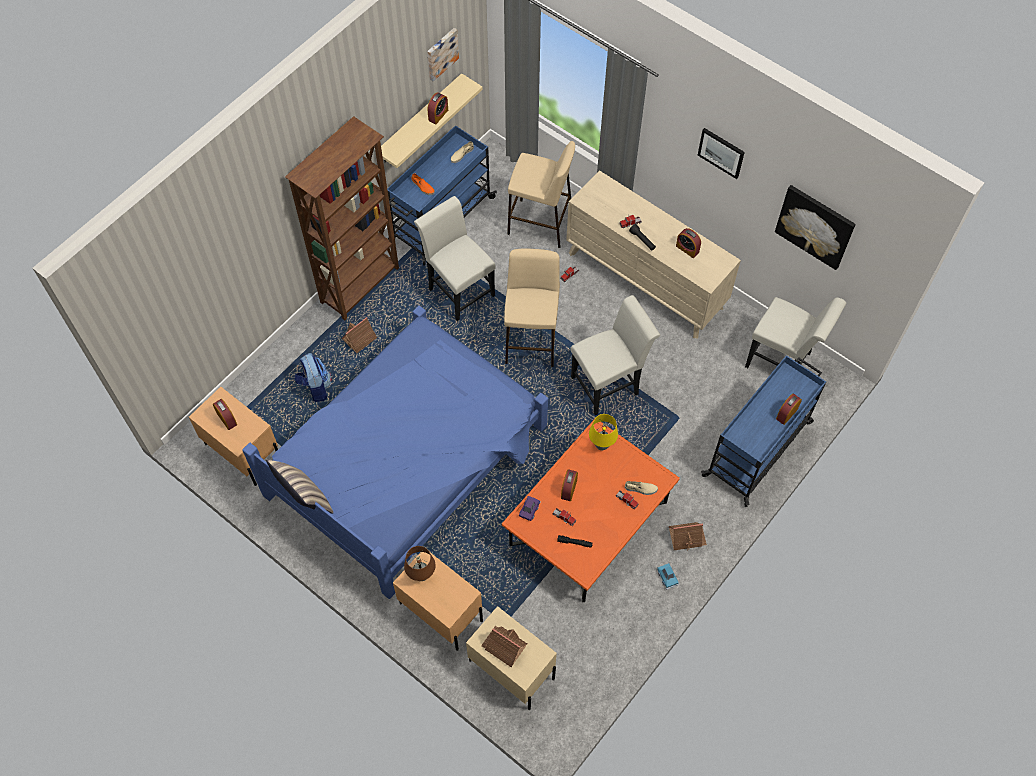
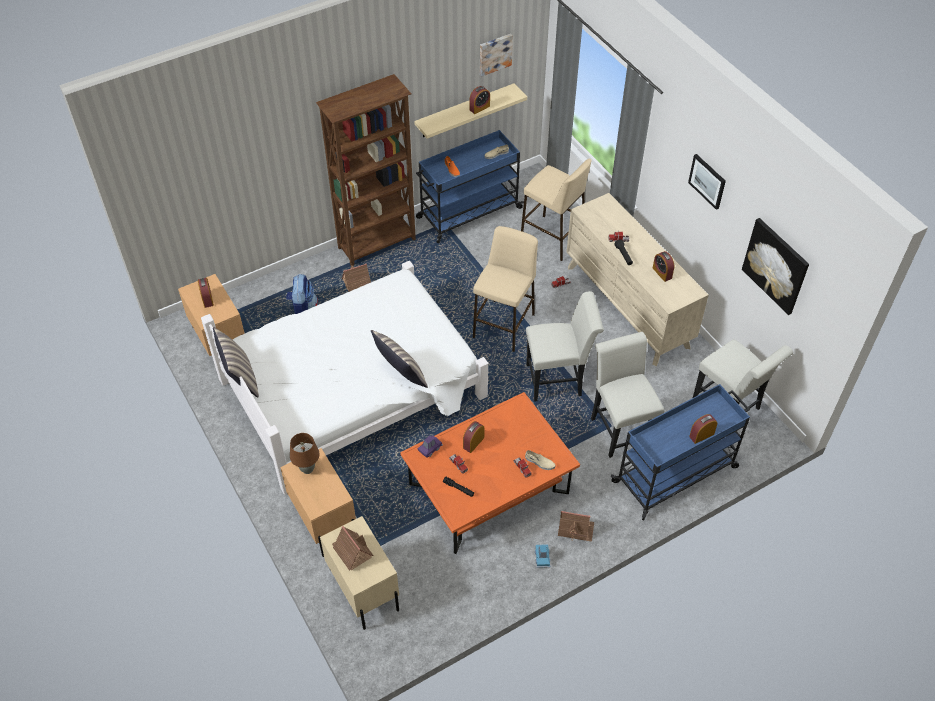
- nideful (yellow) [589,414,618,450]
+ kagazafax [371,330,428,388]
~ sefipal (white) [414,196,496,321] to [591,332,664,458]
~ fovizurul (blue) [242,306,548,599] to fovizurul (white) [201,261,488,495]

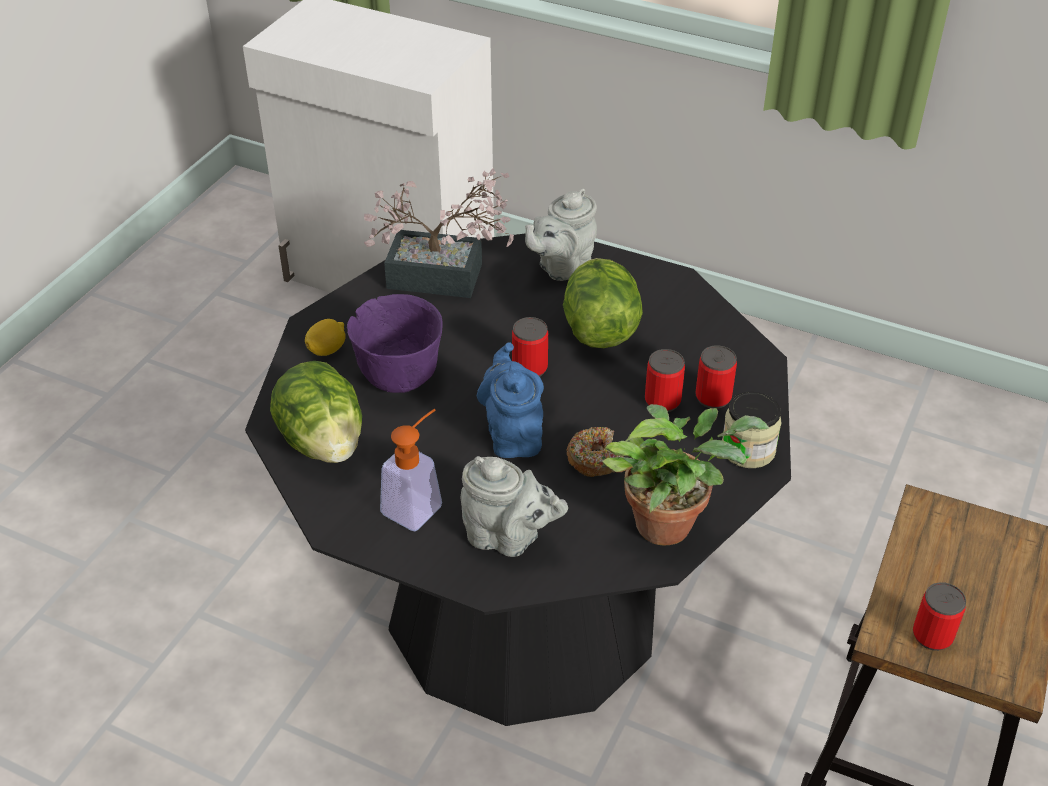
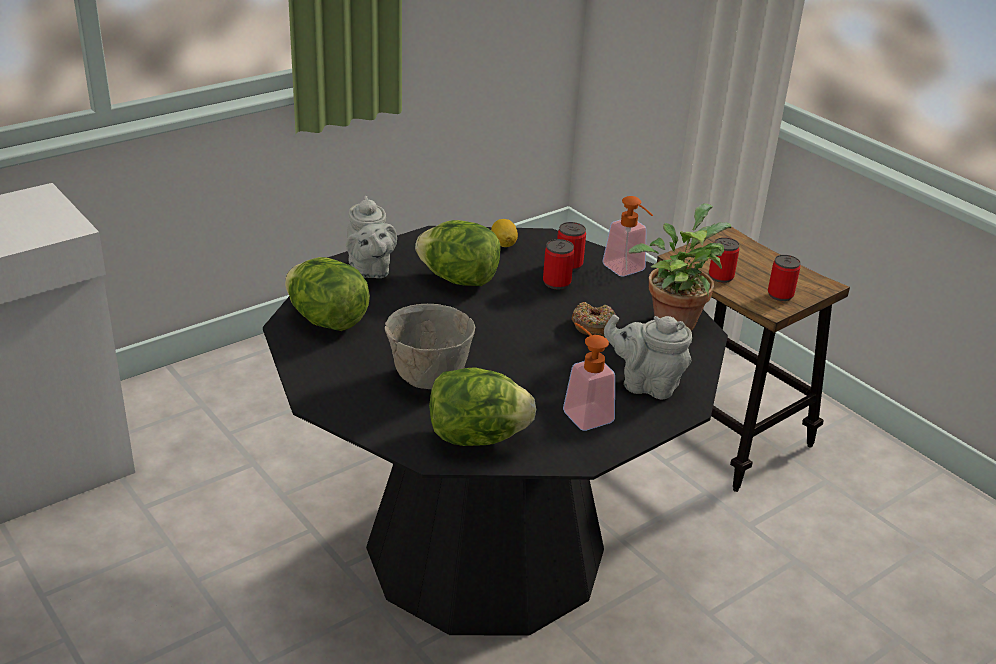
- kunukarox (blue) [477,342,544,458]
~ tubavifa [305,319,346,356] to [491,219,518,247]
~ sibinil [512,317,548,377] to [709,237,740,283]
~ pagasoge [364,168,514,298] to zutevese [285,257,370,331]
~ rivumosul [722,392,782,468] to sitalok [602,196,653,276]
~ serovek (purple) [347,294,443,393] to serovek (grey) [385,304,475,389]
~ kunukarox (grey) [461,456,568,557] = [604,314,692,399] 120 degrees counterclockwise

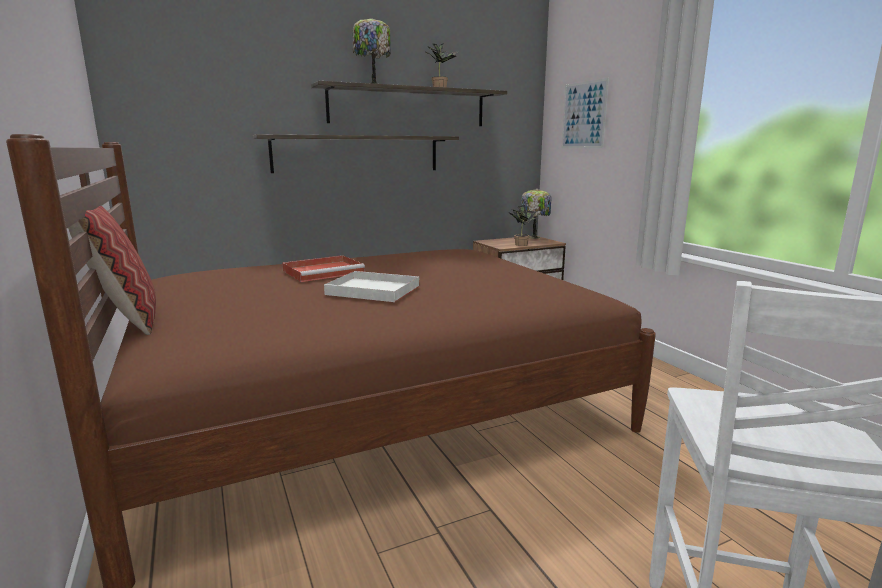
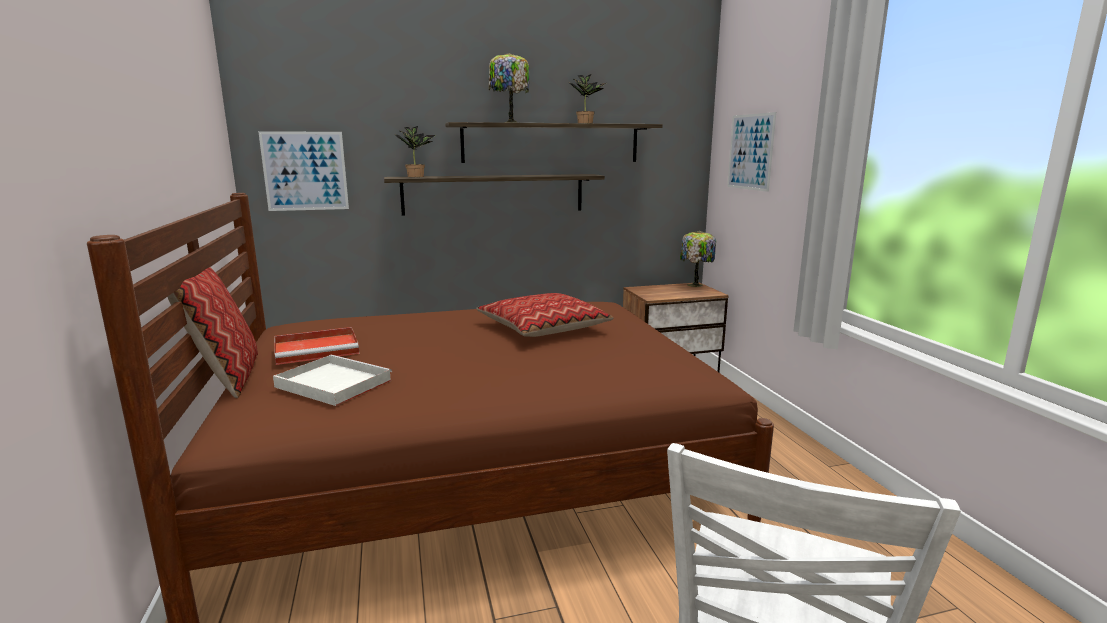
+ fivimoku [258,131,349,211]
+ kagazafax [476,293,614,337]
~ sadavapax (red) [282,255,365,282] to [274,327,359,365]
~ sadavapax (white) [324,271,420,302] to [273,355,392,406]
~ pagasoge [510,205,537,246] to [395,126,435,177]

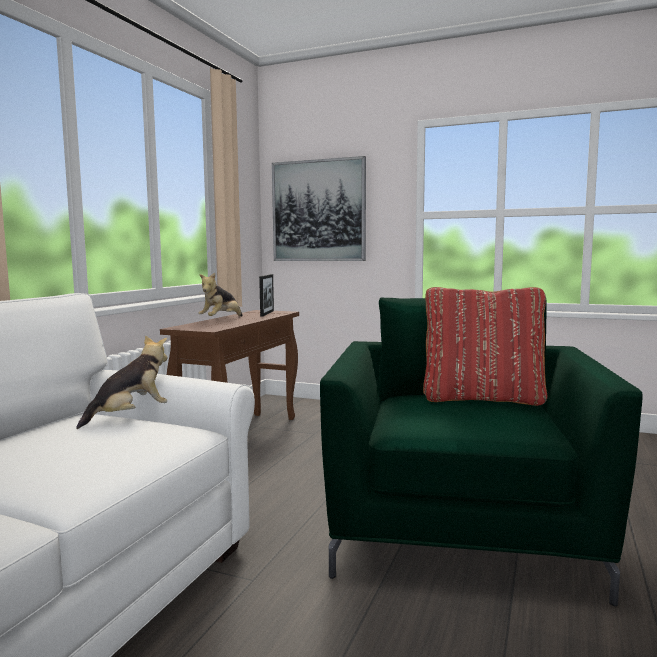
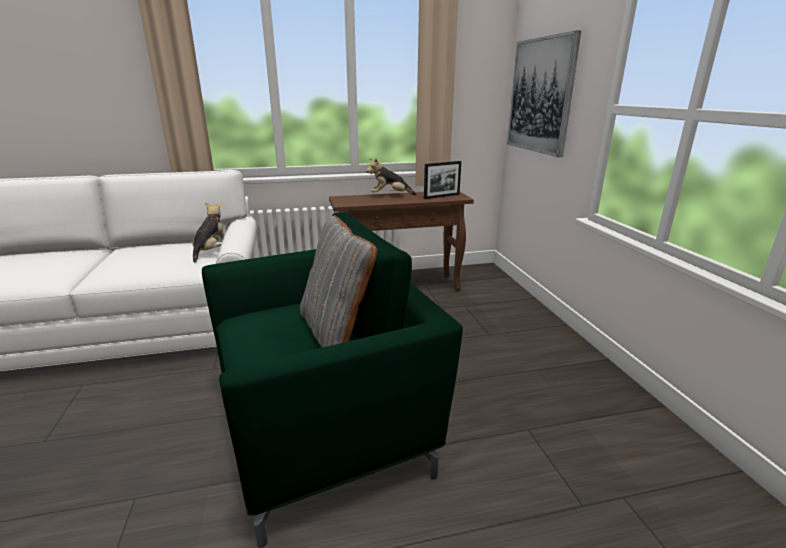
~ kagazafax (red) [423,287,547,406] to kagazafax (grey) [300,215,377,348]
~ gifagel [76,335,167,429] = [193,202,225,263] 90 degrees counterclockwise

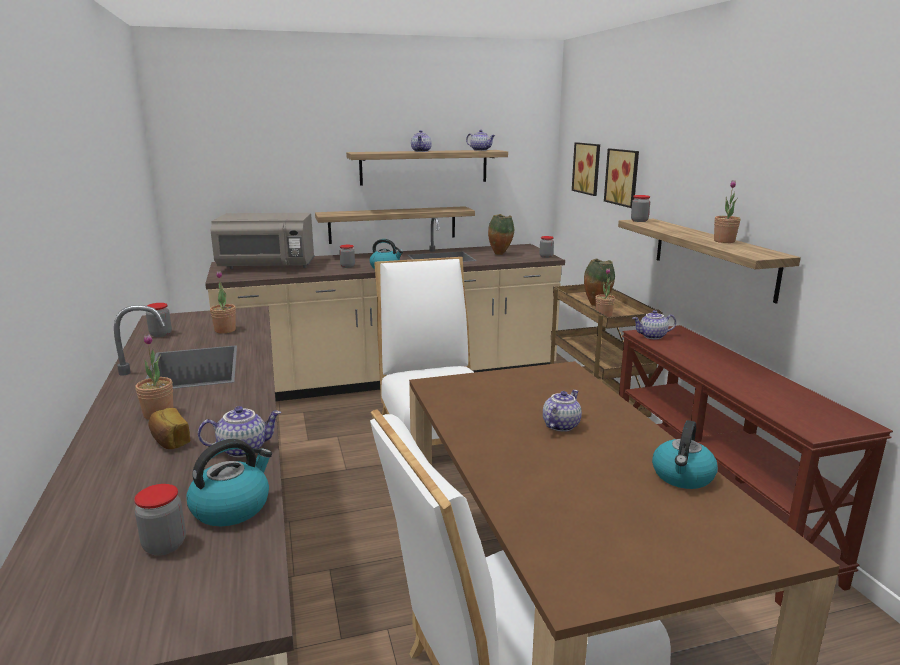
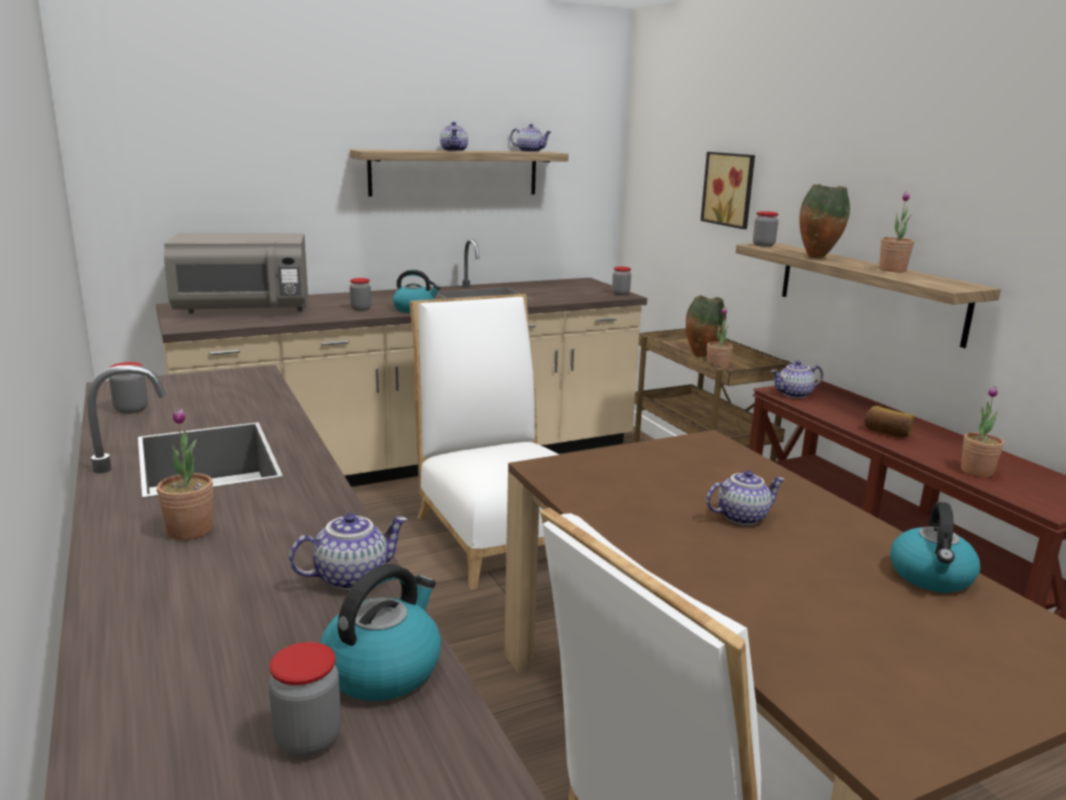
- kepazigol [315,206,475,244]
- fivimoku [572,142,600,196]
~ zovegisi [149,408,190,449] to [864,406,914,438]
~ pagasoge [210,271,236,334] to [961,386,1004,477]
~ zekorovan [488,214,514,255] to [799,184,850,258]
~ kunukarox [543,390,582,432] = [706,470,785,525] 45 degrees clockwise

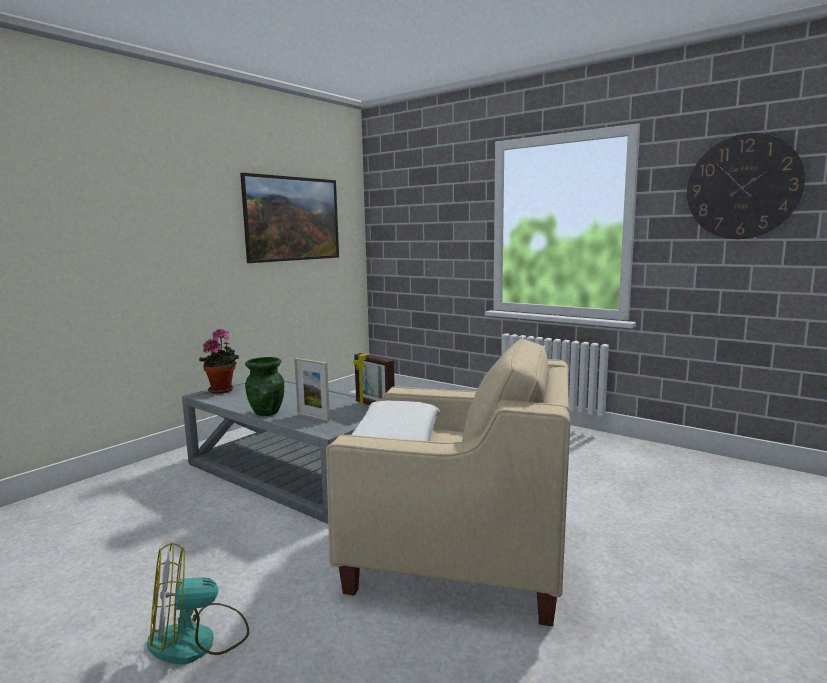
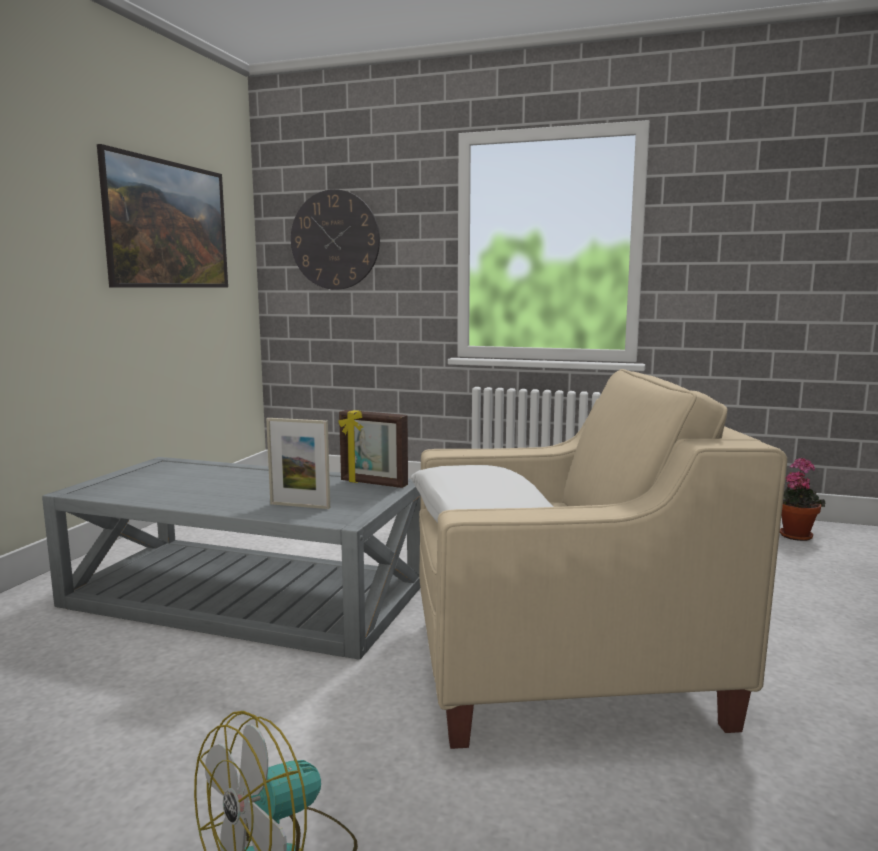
- zekorovan (green) [245,357,284,416]
~ pagasoge [199,328,239,393] to [780,458,826,541]
~ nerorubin [687,133,805,239] to [291,189,380,290]

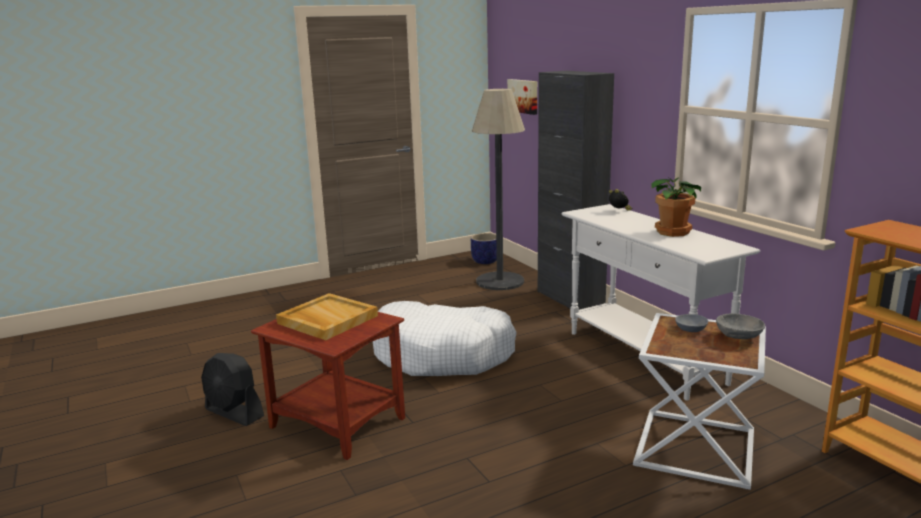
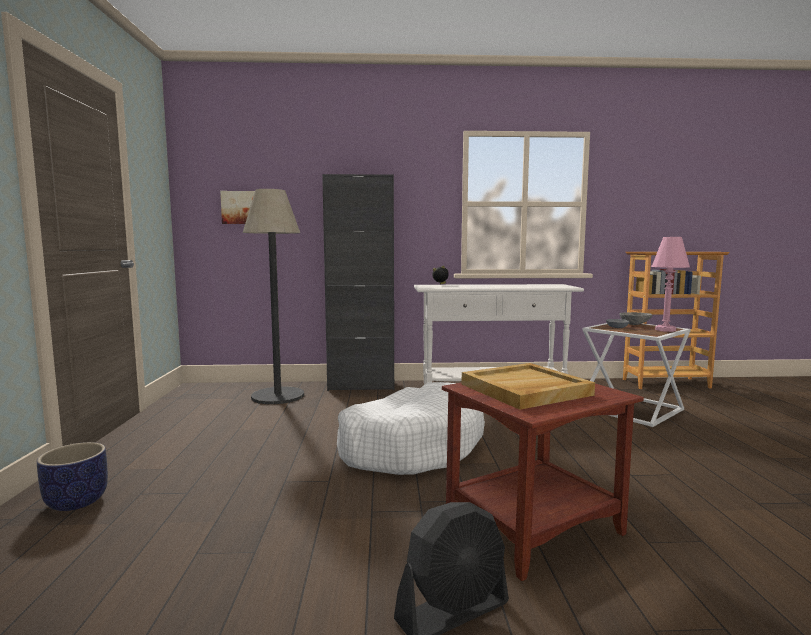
- pagasoge [652,177,701,237]
+ nideful (pink) [651,237,690,332]
~ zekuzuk [471,233,497,264] to [37,442,108,511]

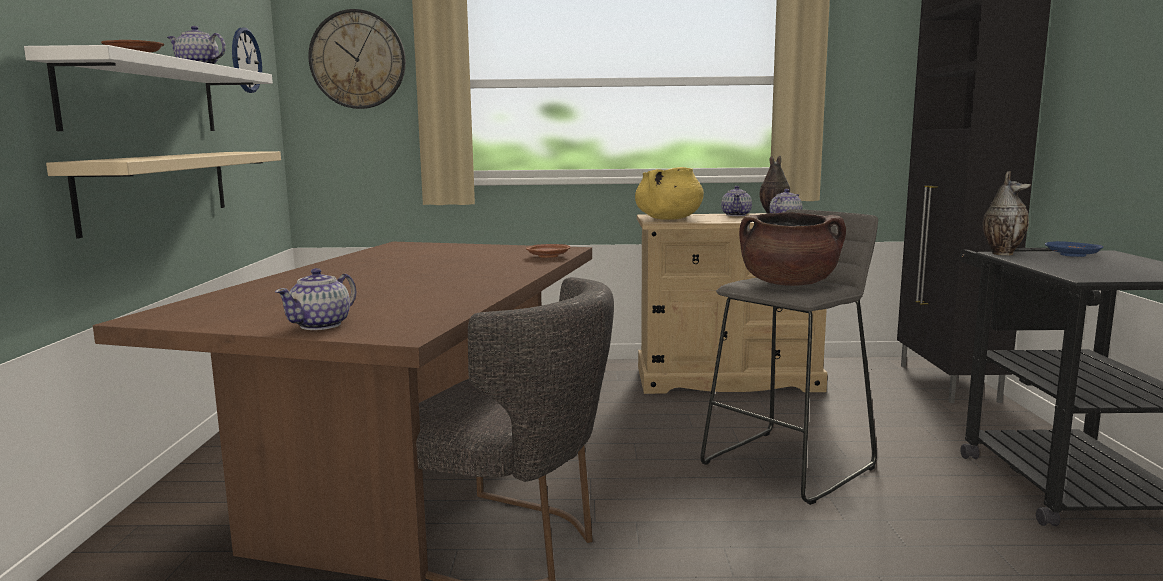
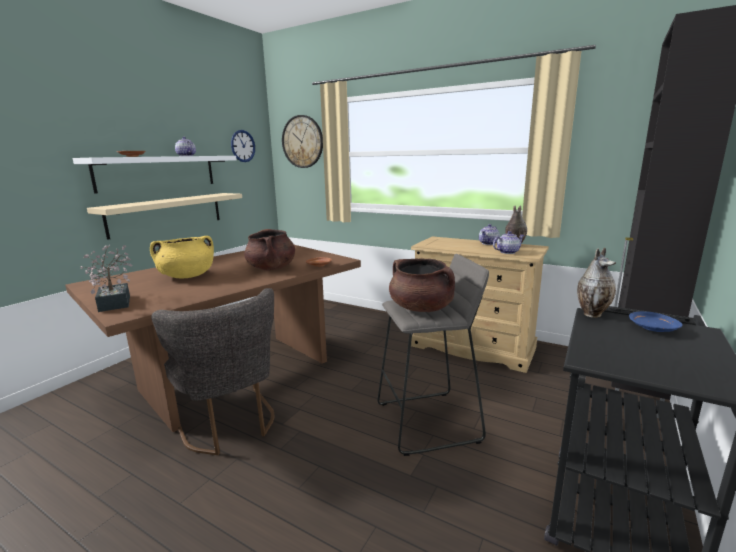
+ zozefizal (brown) [244,229,295,271]
~ zozefizal (yellow) [635,167,704,220] to [150,236,214,278]
~ kunukarox [275,268,356,330] to pagasoge [80,245,133,312]

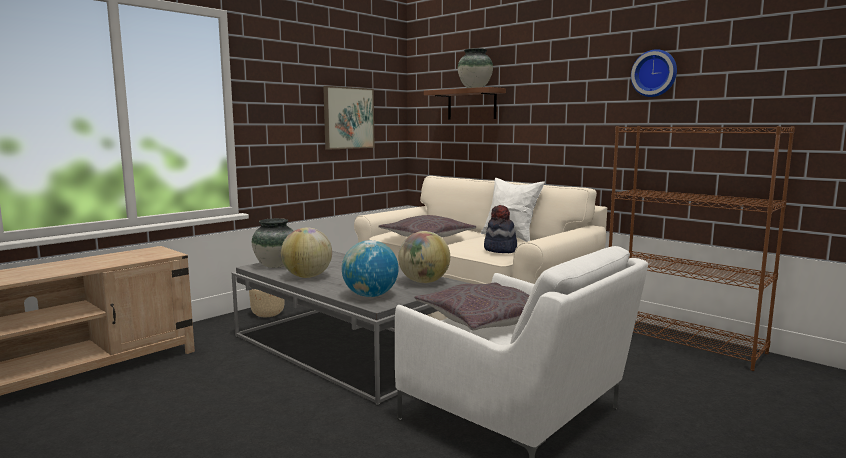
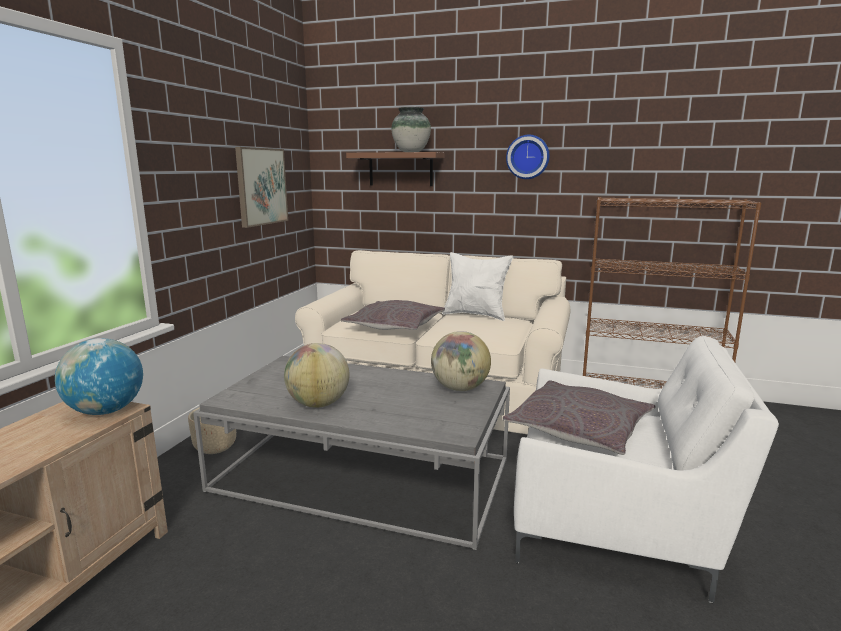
- zekorovan [252,218,293,268]
- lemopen [484,205,517,253]
~ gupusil [342,240,399,297] to [55,338,143,415]
~ nerorubin [631,49,677,97] to [506,135,549,179]

